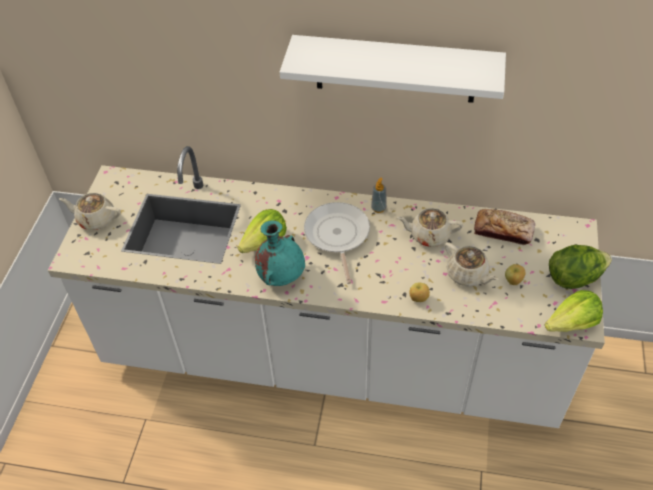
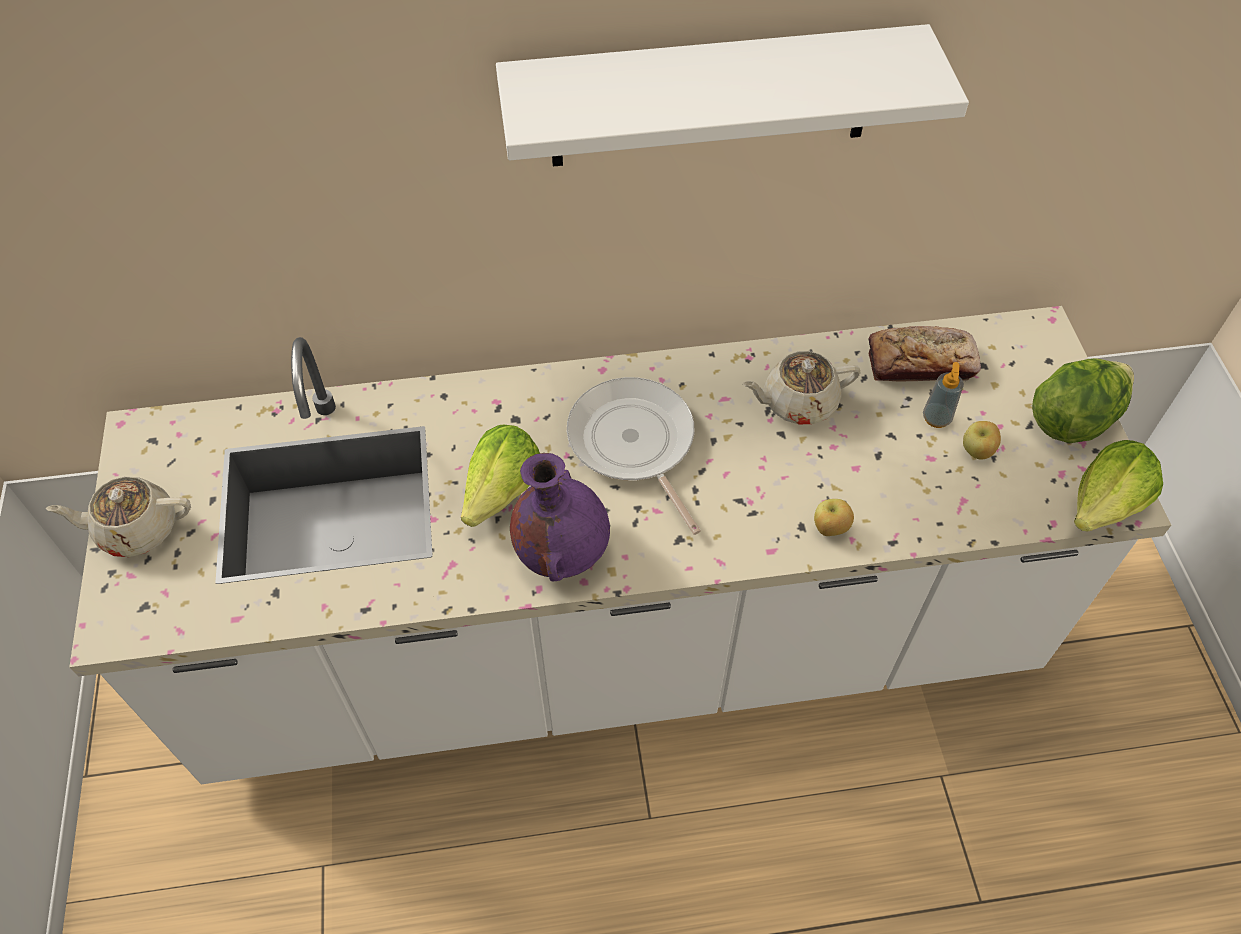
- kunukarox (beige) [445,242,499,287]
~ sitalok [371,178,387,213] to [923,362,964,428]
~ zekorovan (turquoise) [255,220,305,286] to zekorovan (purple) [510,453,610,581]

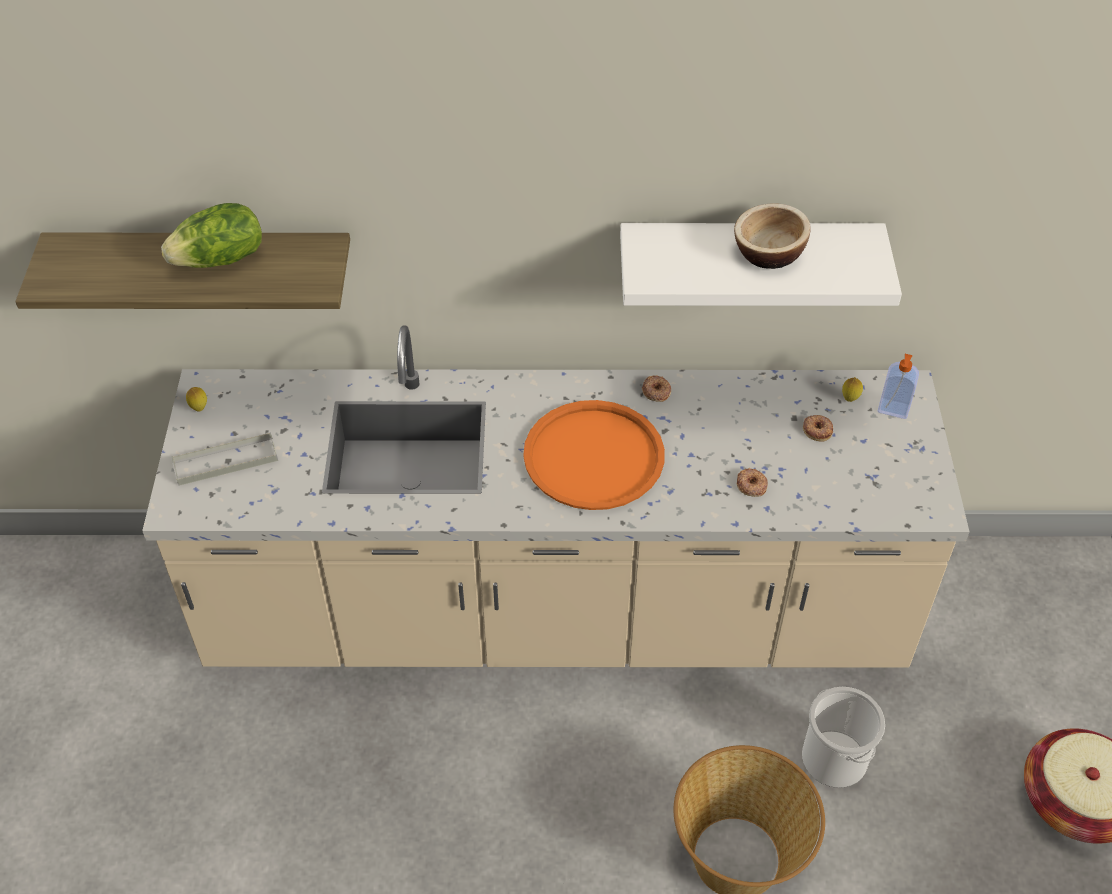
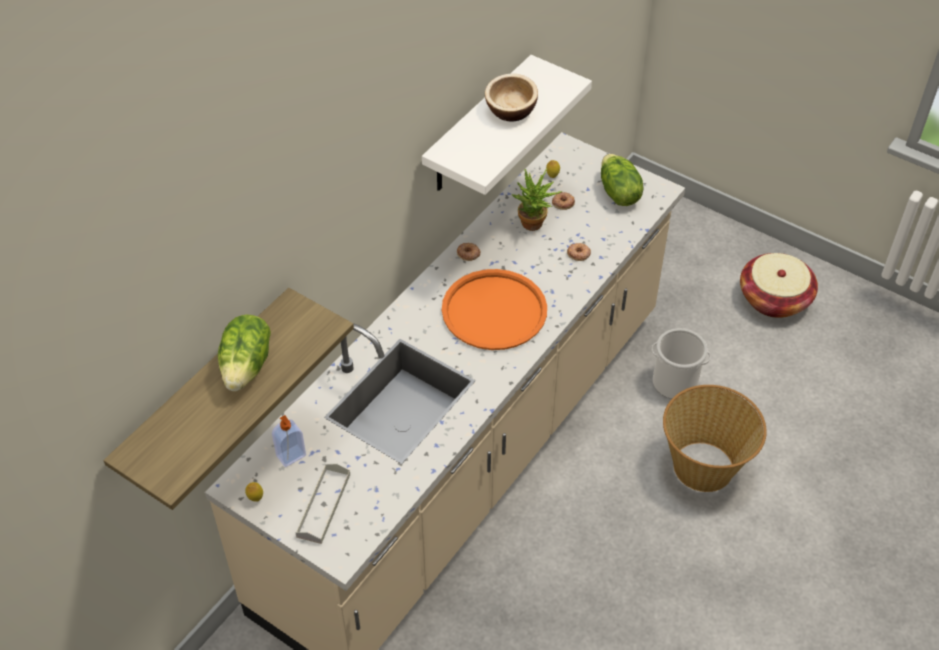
+ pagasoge [512,168,563,231]
+ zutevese [601,154,644,206]
~ sitalok [878,354,919,419] to [272,415,306,467]

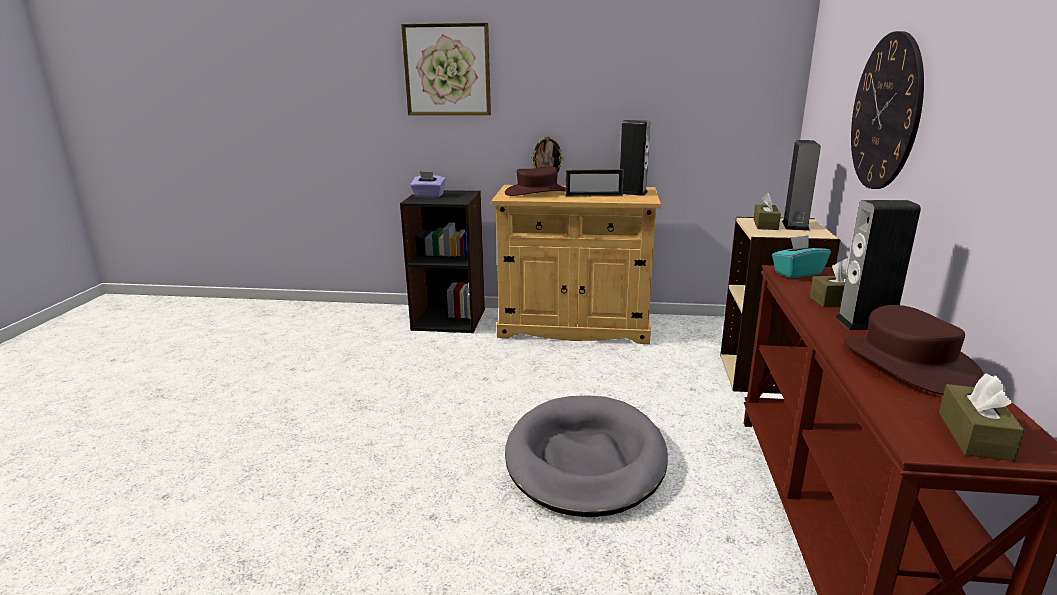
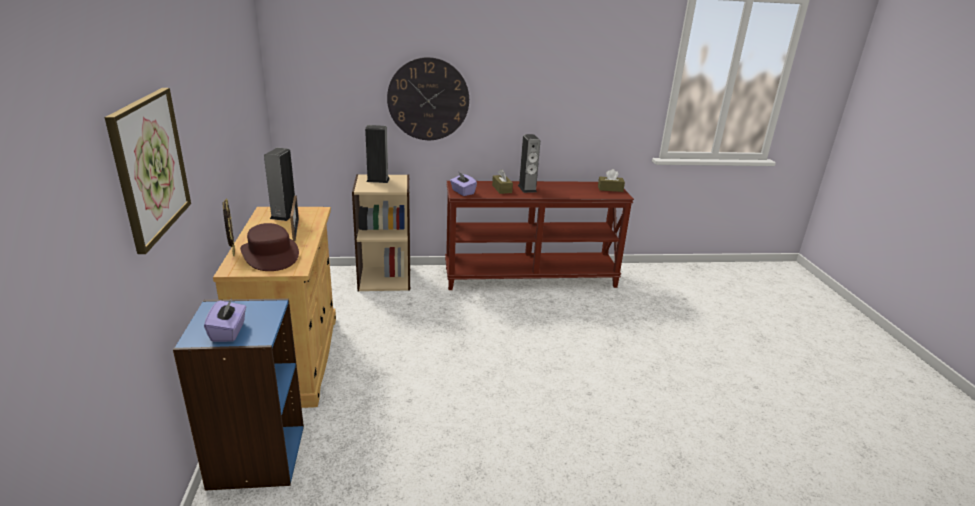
- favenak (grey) [505,395,668,517]
- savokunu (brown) [753,193,781,230]
- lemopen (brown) [843,305,984,395]
~ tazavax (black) [400,190,485,333] to tazavax (blue) [173,298,304,491]
~ savokunu (turquoise) [772,235,831,279] to savokunu (purple) [450,171,477,196]

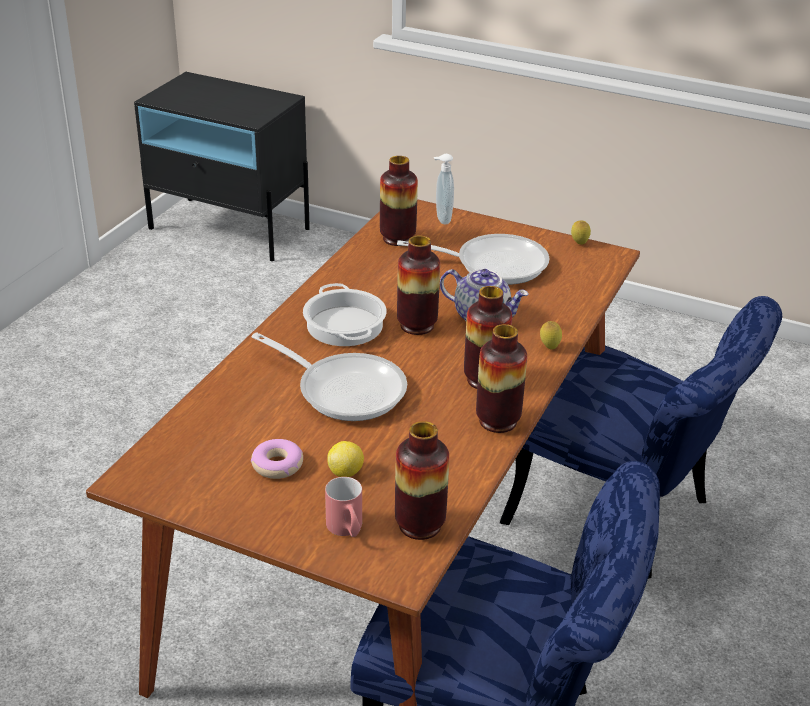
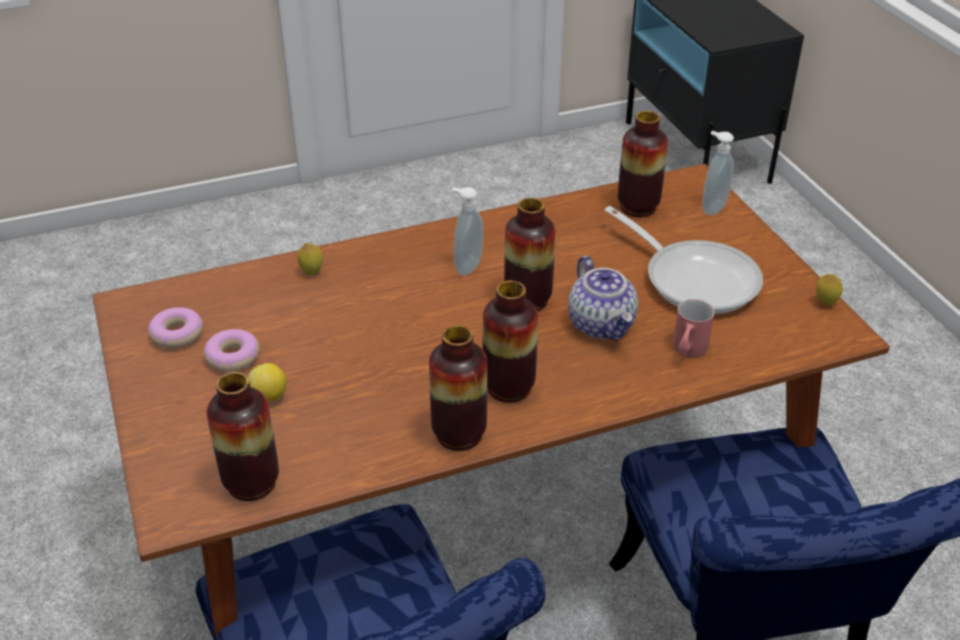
- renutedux [252,333,407,421]
+ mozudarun [148,307,203,349]
~ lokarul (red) [325,477,362,537] to [673,299,715,357]
~ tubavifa [540,321,562,350] to [297,243,323,276]
~ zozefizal [303,283,387,346] to sitalok [452,187,483,275]

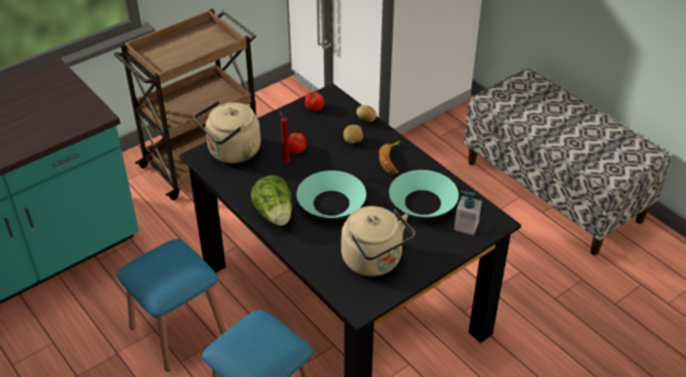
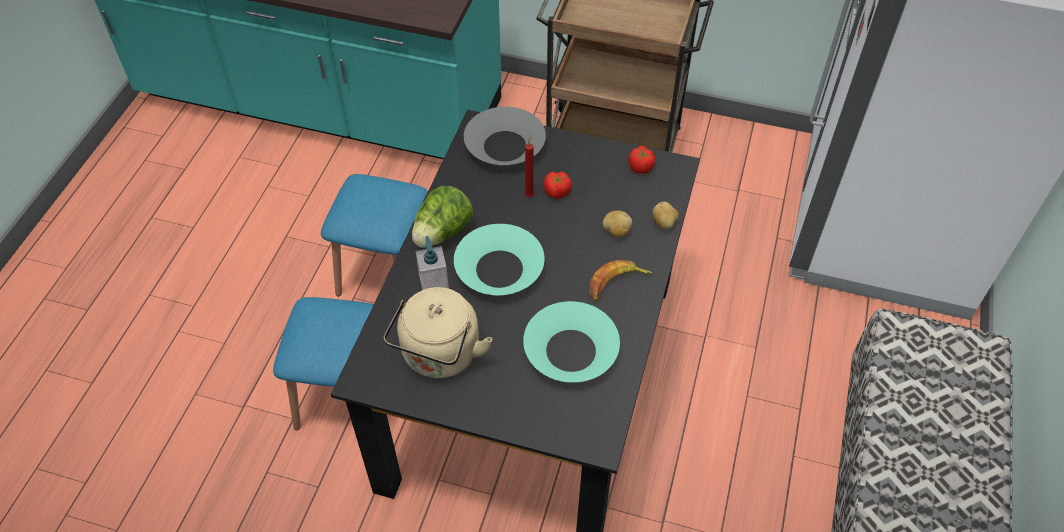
~ sitalok [454,190,482,235] to [416,236,449,290]
~ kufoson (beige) [194,101,261,163] to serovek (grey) [464,107,546,165]

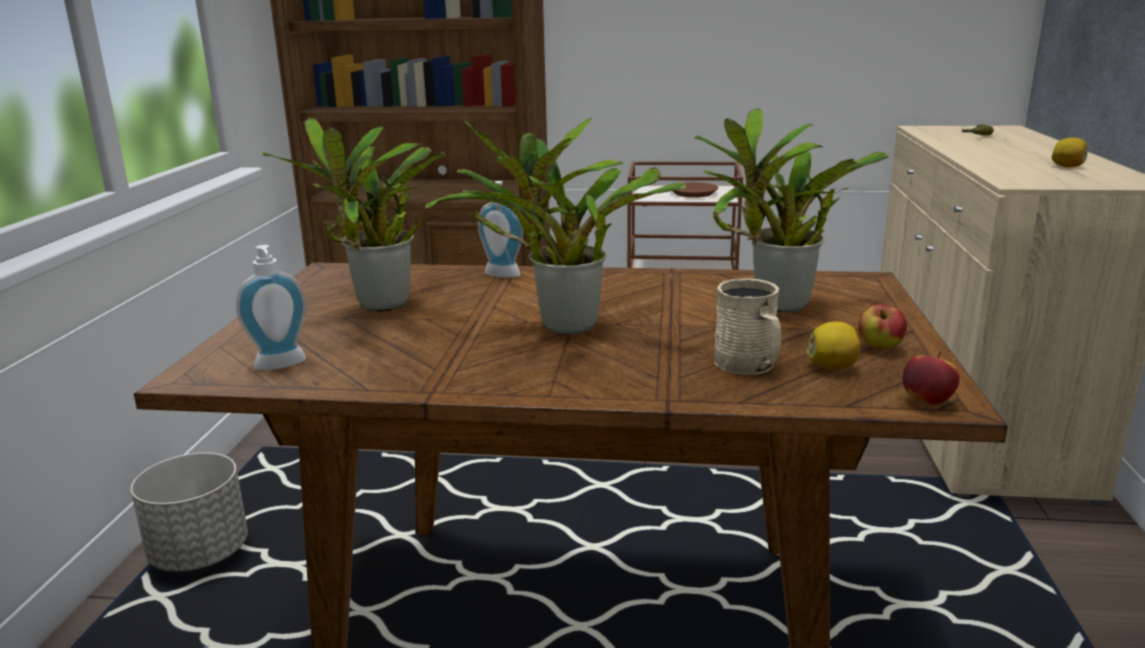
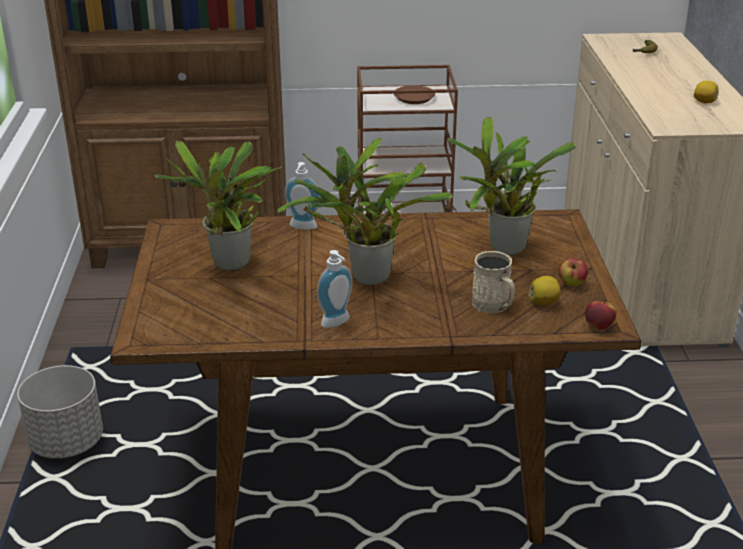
~ sitalok [236,245,306,370] to [317,250,352,328]

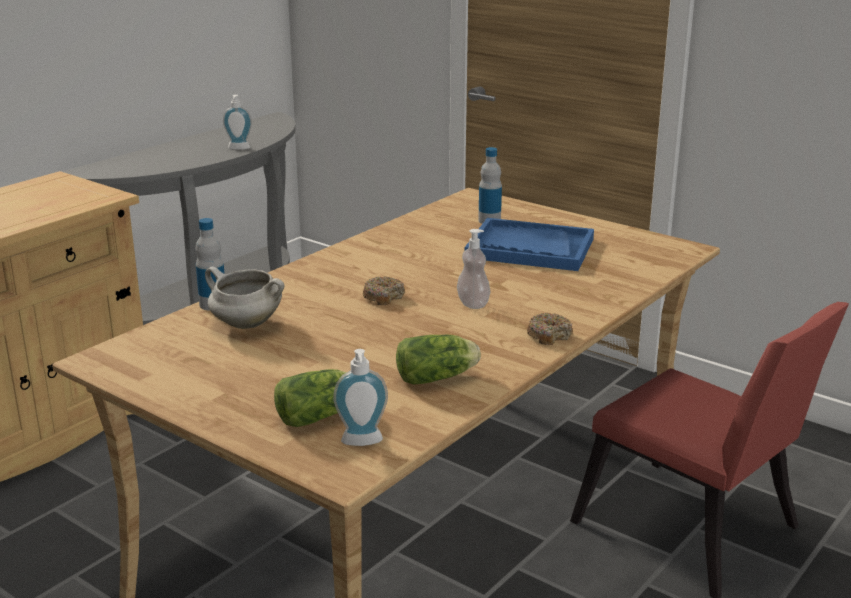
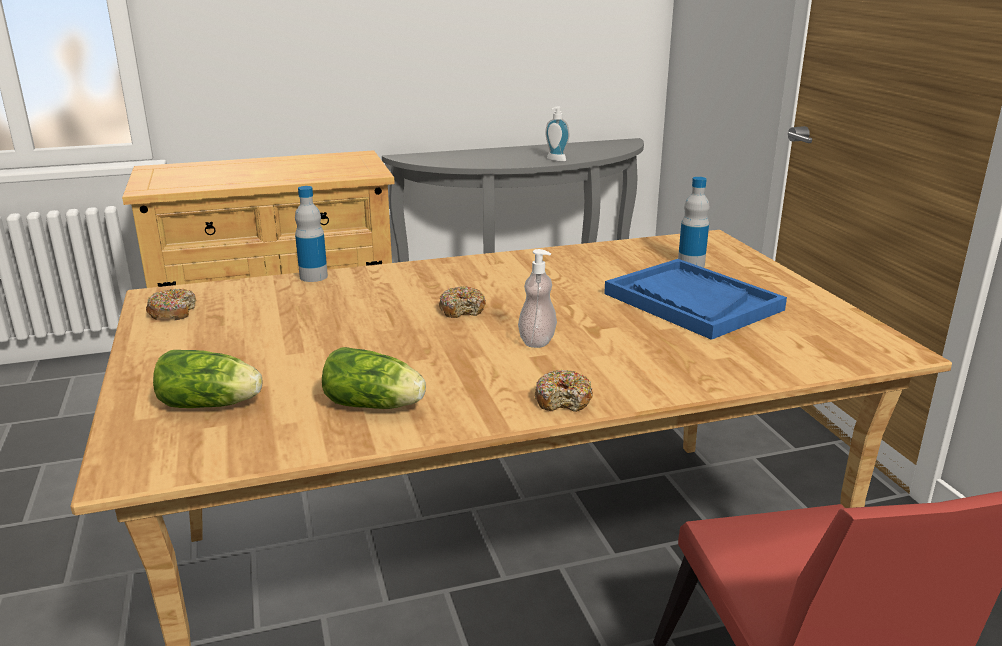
- zozefizal (white) [205,267,284,329]
- sitalok [333,349,388,446]
+ mozudarun [146,289,196,320]

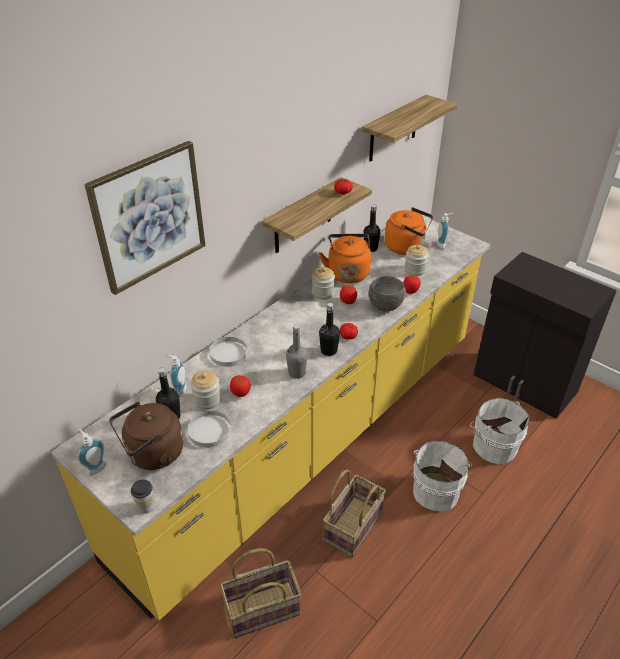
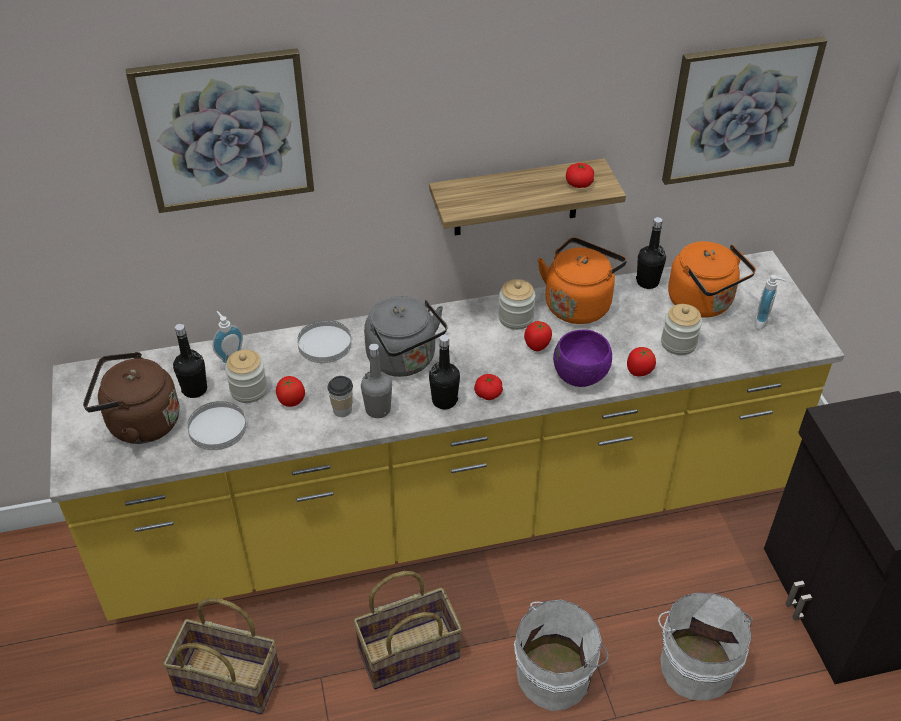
- sitalok [78,429,107,476]
+ kufoson (grey) [364,296,447,377]
~ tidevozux [131,479,154,514] to [327,376,353,417]
~ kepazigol [362,95,457,162] to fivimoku [662,37,827,185]
~ serovek (grey) [369,276,406,312] to serovek (purple) [553,329,612,387]

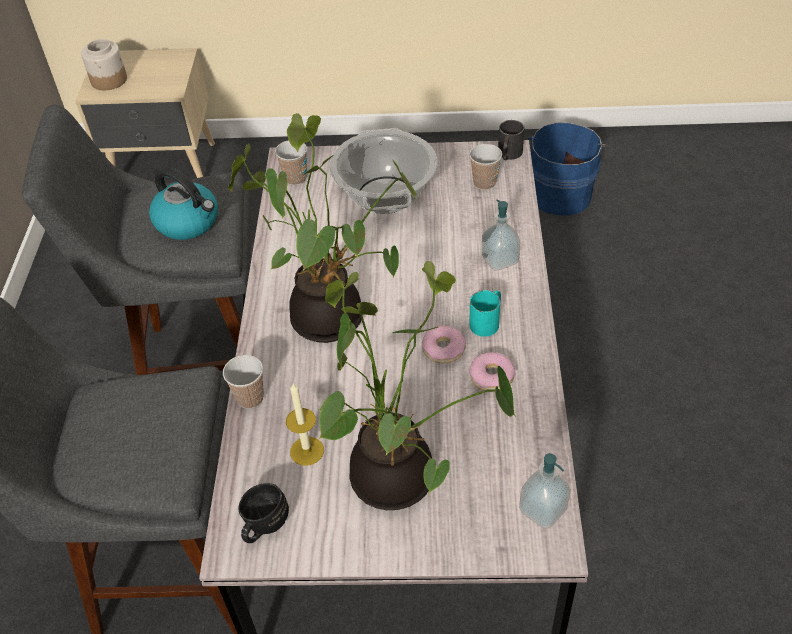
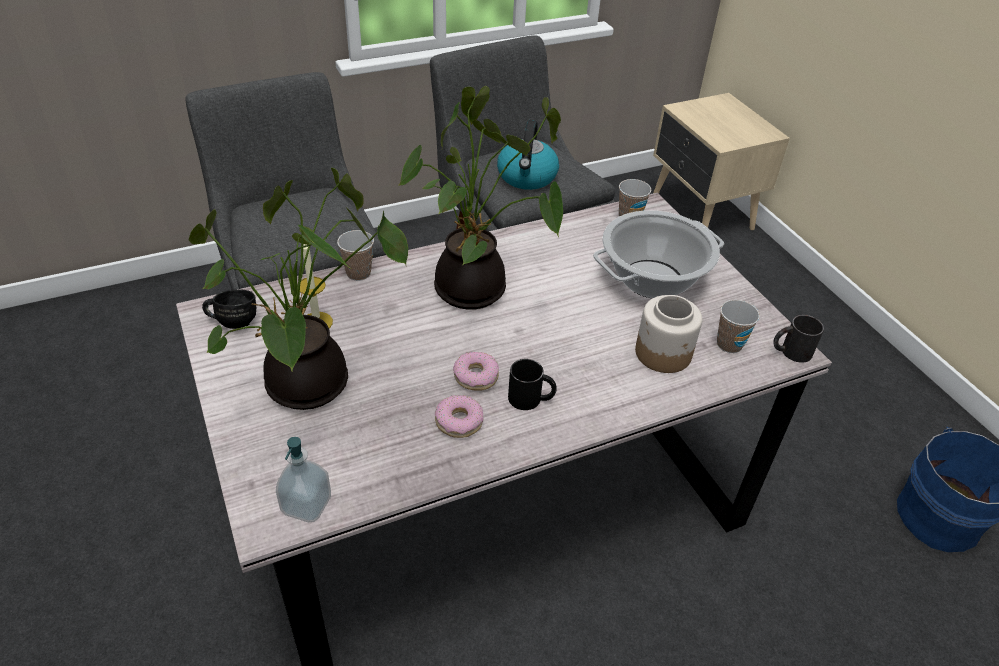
- sitalok [482,199,520,271]
~ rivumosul [81,39,127,90] to [635,295,703,373]
~ lokarul (turquoise) [469,290,501,337] to lokarul (black) [508,359,557,410]

